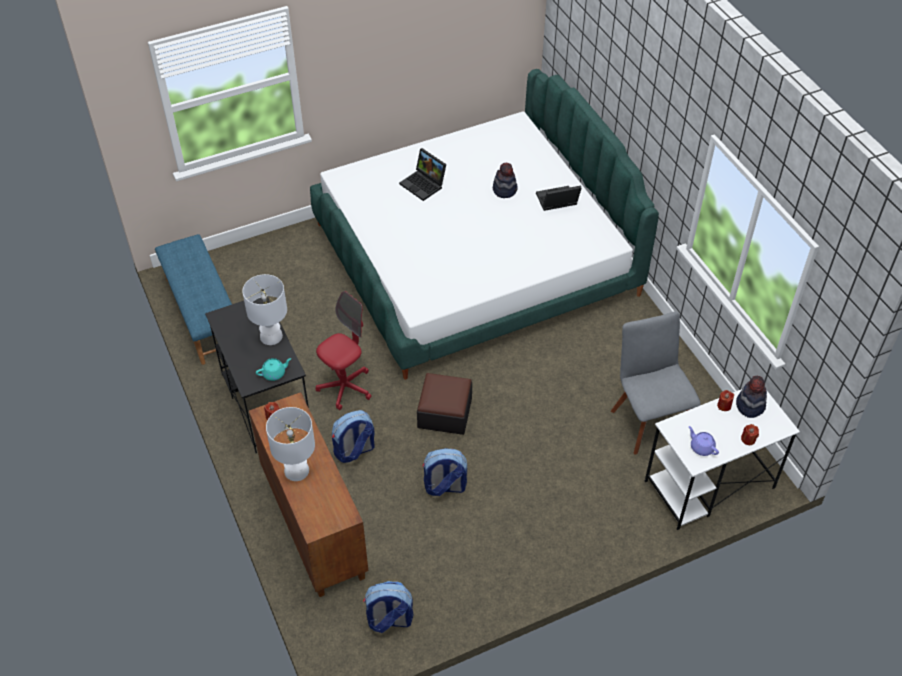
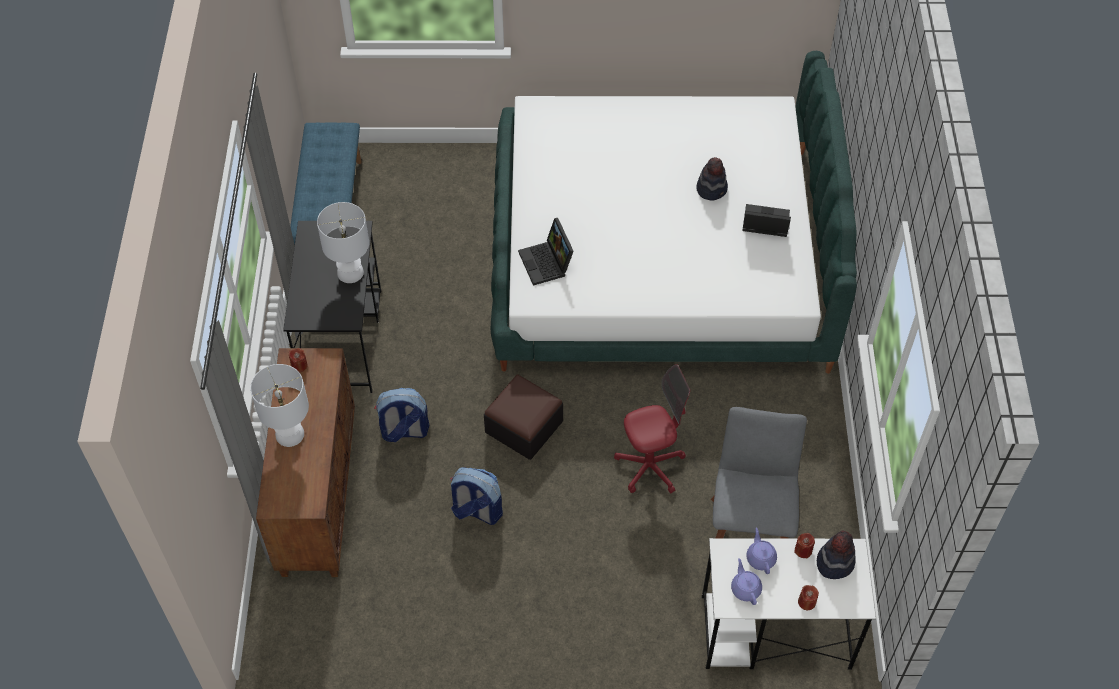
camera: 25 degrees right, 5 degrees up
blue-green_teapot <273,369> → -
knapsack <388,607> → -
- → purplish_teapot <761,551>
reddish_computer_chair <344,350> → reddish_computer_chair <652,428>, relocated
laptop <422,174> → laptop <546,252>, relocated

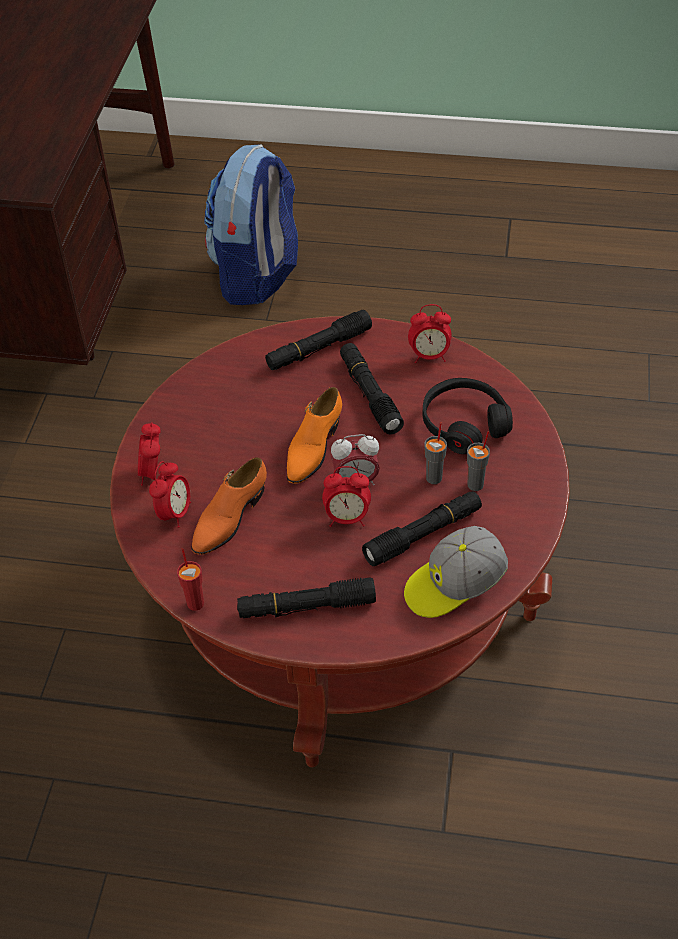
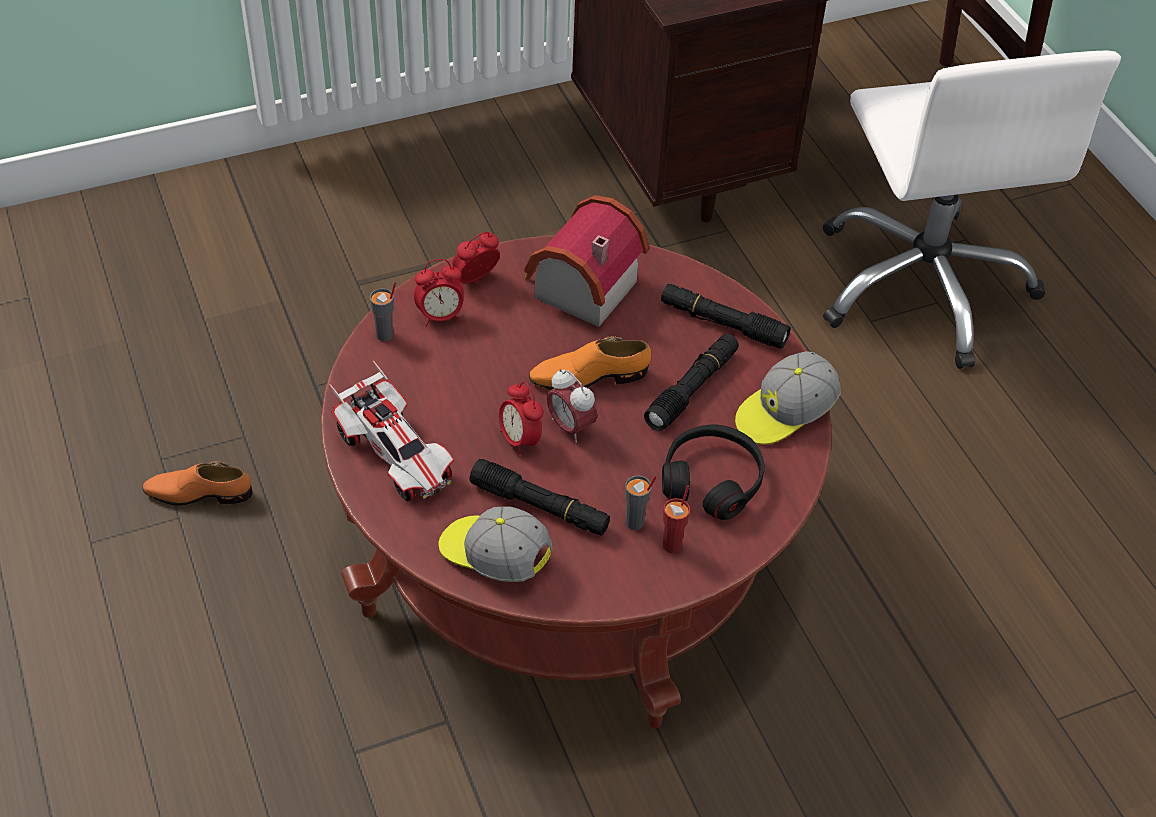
camera: 55 degrees right, 0 degrees up
- → miniature_house <587,261>
reddish_cup <190,579> → reddish_cup <676,519>, relocated
orange-coloured_item_of_footwear <229,506> → orange-coloured_item_of_footwear <198,483>, relocated
grey_cup <435,453> → grey_cup <383,311>, relocated
knapsack <251,224> → whitish_computer_chair <972,209>
black-coloured_flashlight <306,598> → toy_car <391,431>
alarm_clock <430,333> → baseball_cap <788,398>

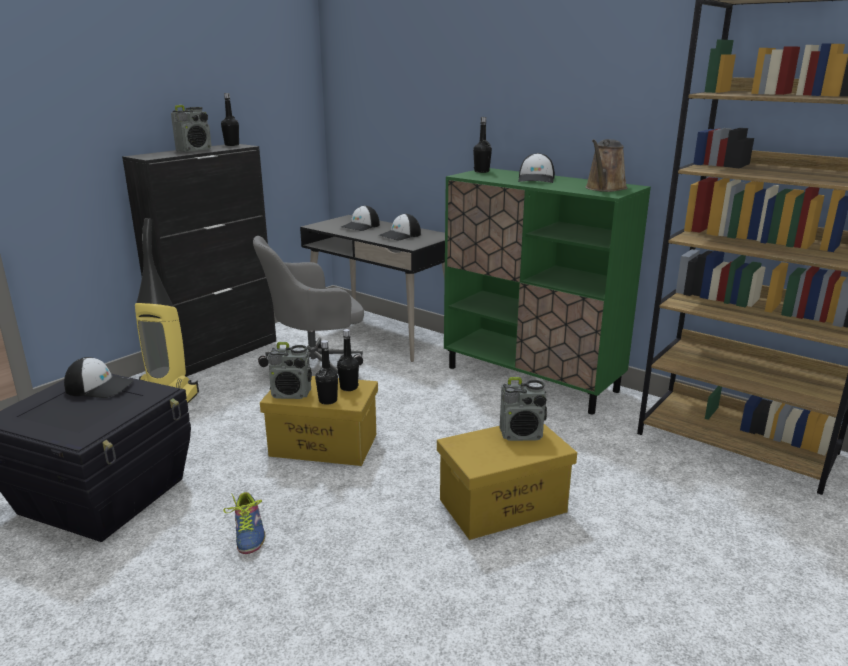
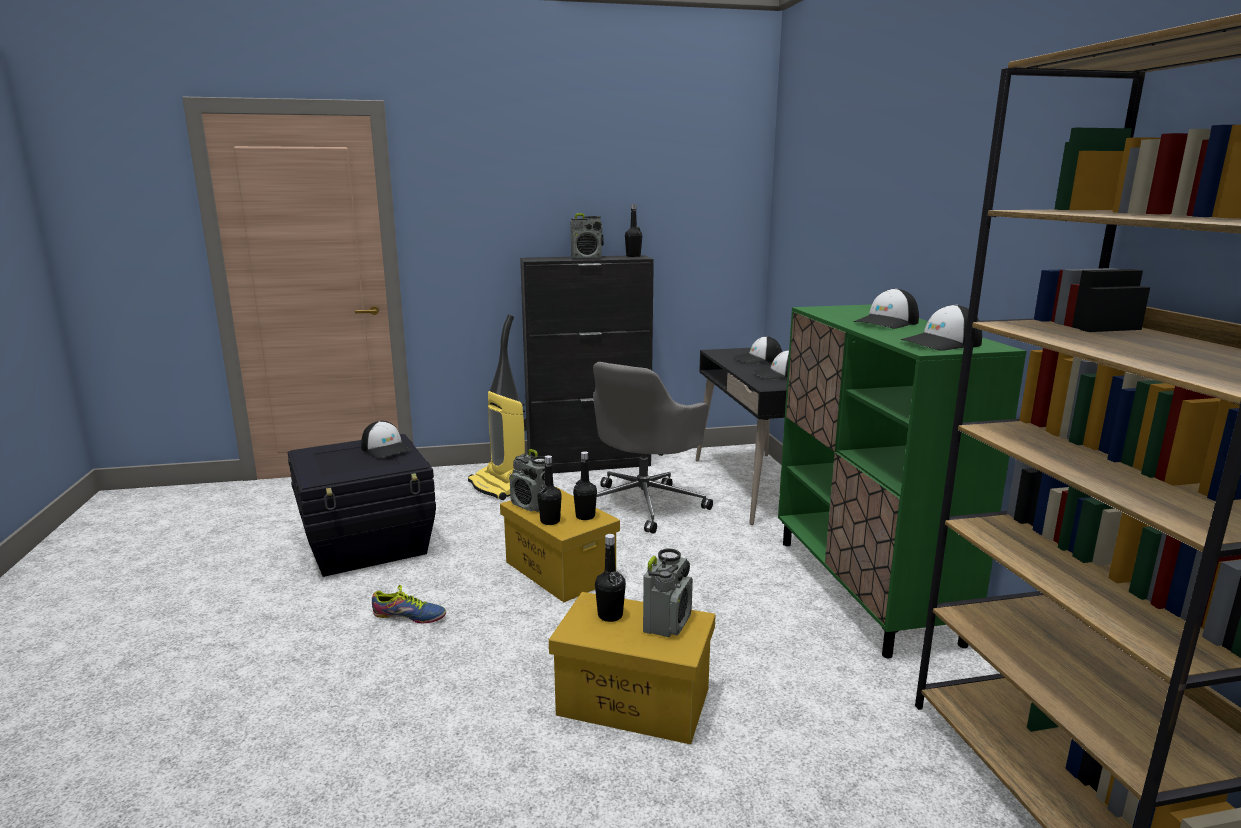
camera: 40 degrees right, 5 degrees down
black-coloured_bottle <482,145> → black-coloured_bottle <610,578>, relocated
brownish_watering_pot <606,165> → baseball_cap <941,327>
item_of_footwear <244,523> → item_of_footwear <409,604>, 105 degrees counterclockwise
grey_computer_chair <308,313> → grey_computer_chair <653,448>, 75 degrees counterclockwise
radio <523,409> → radio <668,593>, 105 degrees counterclockwise

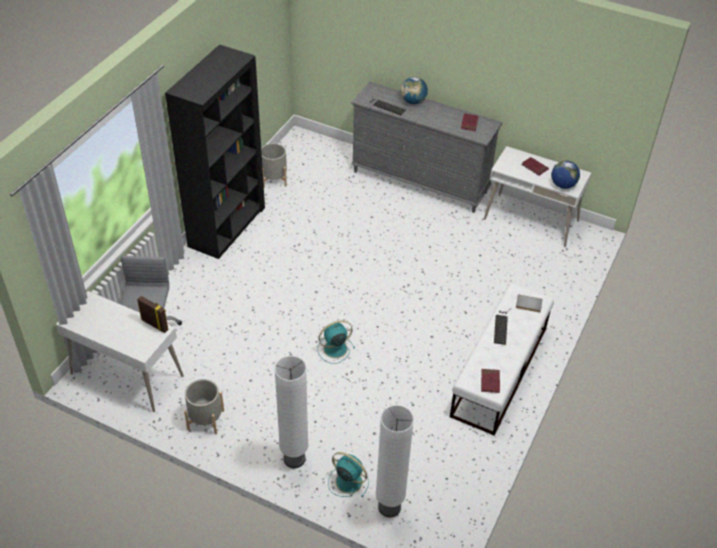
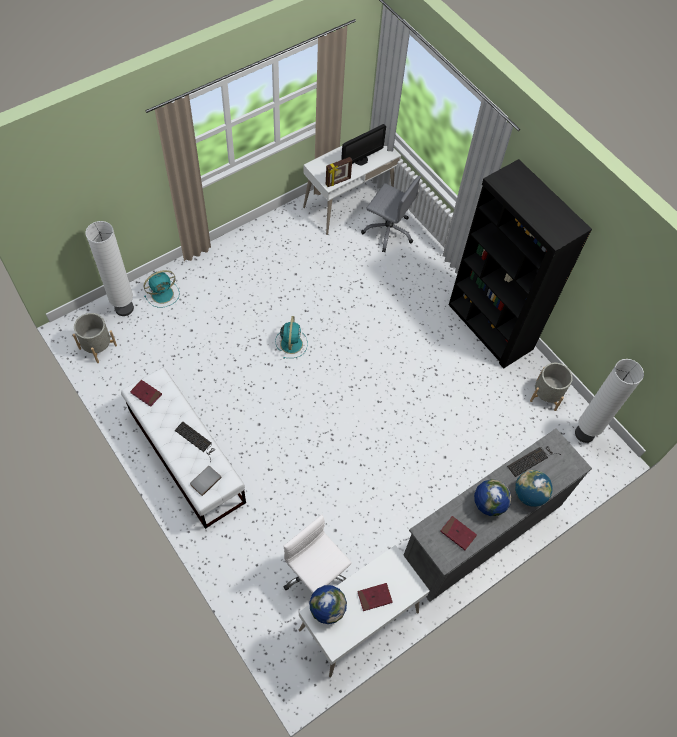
camera: 115 degrees right, 15 degrees up
- → whitish_computer_chair <317,554>
- → computer_screen <363,145>
- → desk_globe <492,497>
grey_flower_pot <204,406> → grey_flower_pot <95,338>, relocated
whitish_standing_lamp <291,412> → whitish_standing_lamp <609,401>, relocated

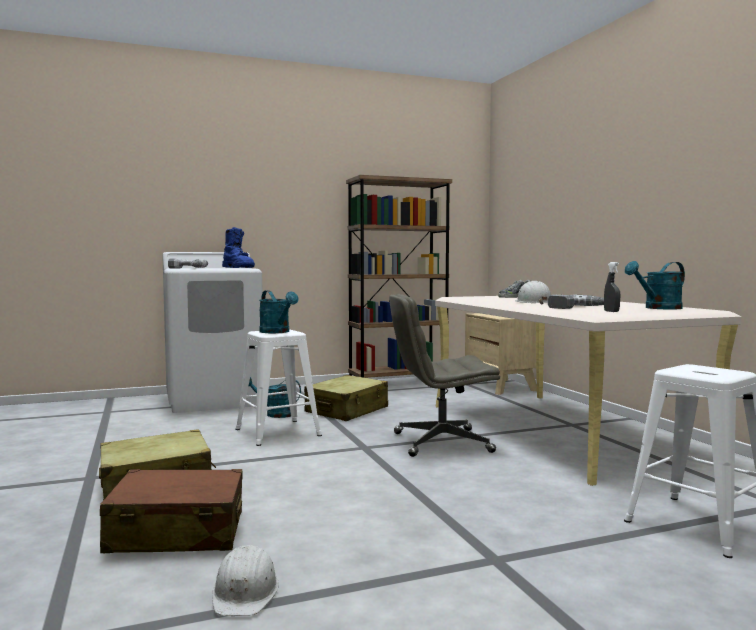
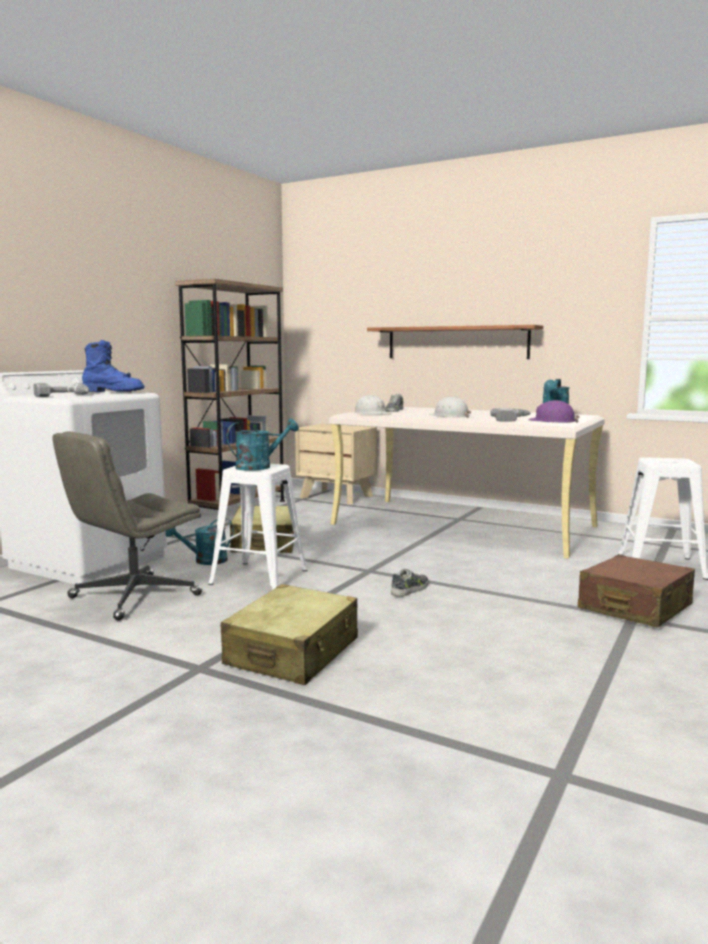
camera: 40 degrees left, 5 degrees up
- → bracket_shelf <455,342>
- → item_of_footwear <410,583>
brownish_suitcase <171,511> → brownish_suitcase <636,591>, relocated
whitish_work_helmet <245,580> → whitish_work_helmet <372,405>, relocated
grey_computer_chair <444,375> → grey_computer_chair <127,526>, relocated
grey_sprayer <612,287> → purplish_work_helmet <554,411>
blue-green_watering_pot <279,311> → blue-green_watering_pot <262,444>, 45 degrees counterclockwise

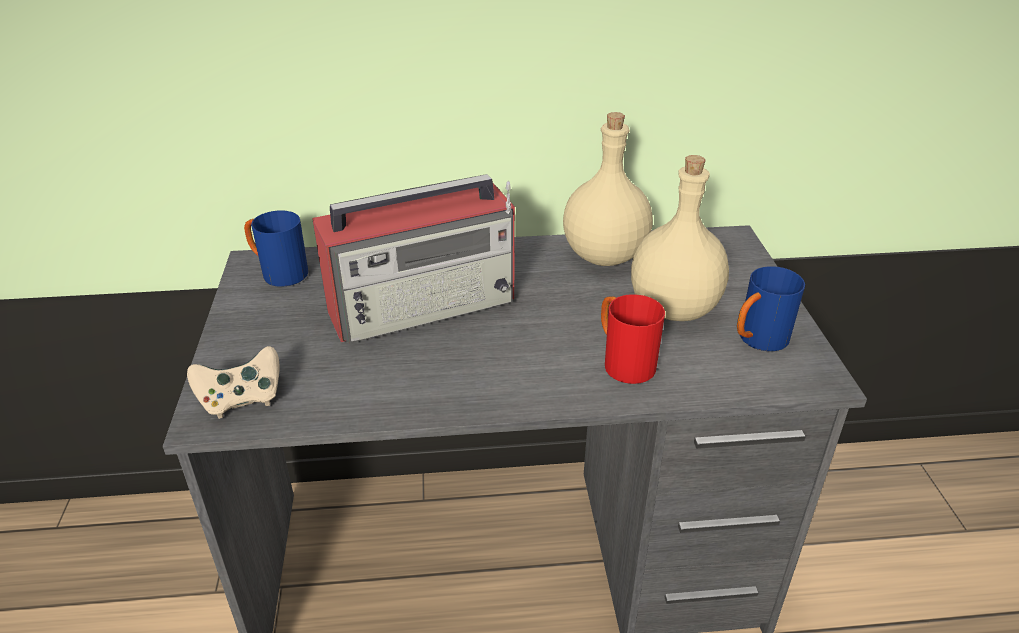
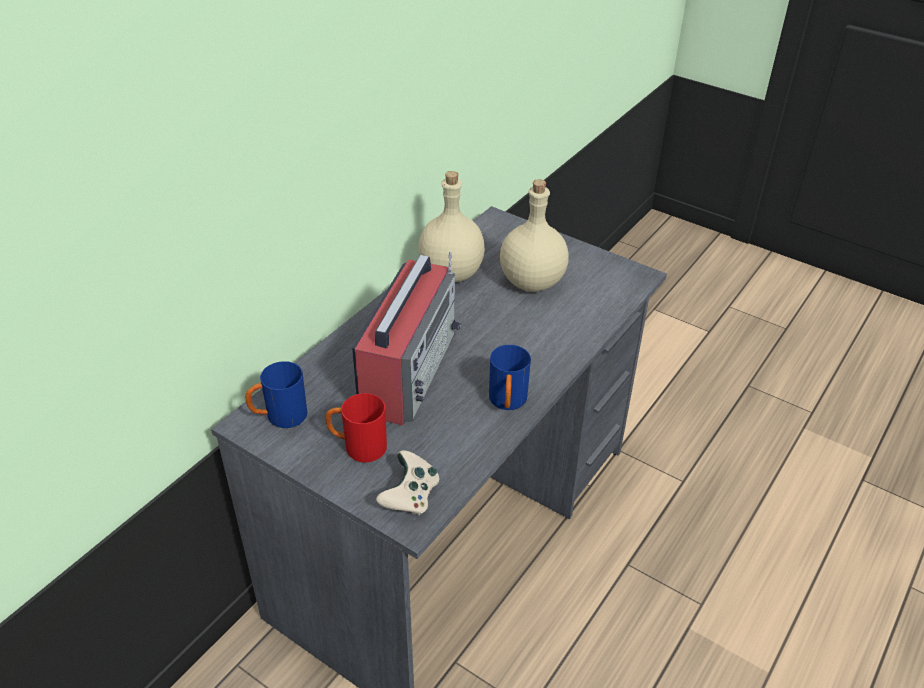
camera: 50 degrees left, 5 degrees up
reddish_mug <633,339> → reddish_mug <356,427>, relocated
blue-coloured_mug <771,308> → blue-coloured_mug <510,377>, relocated

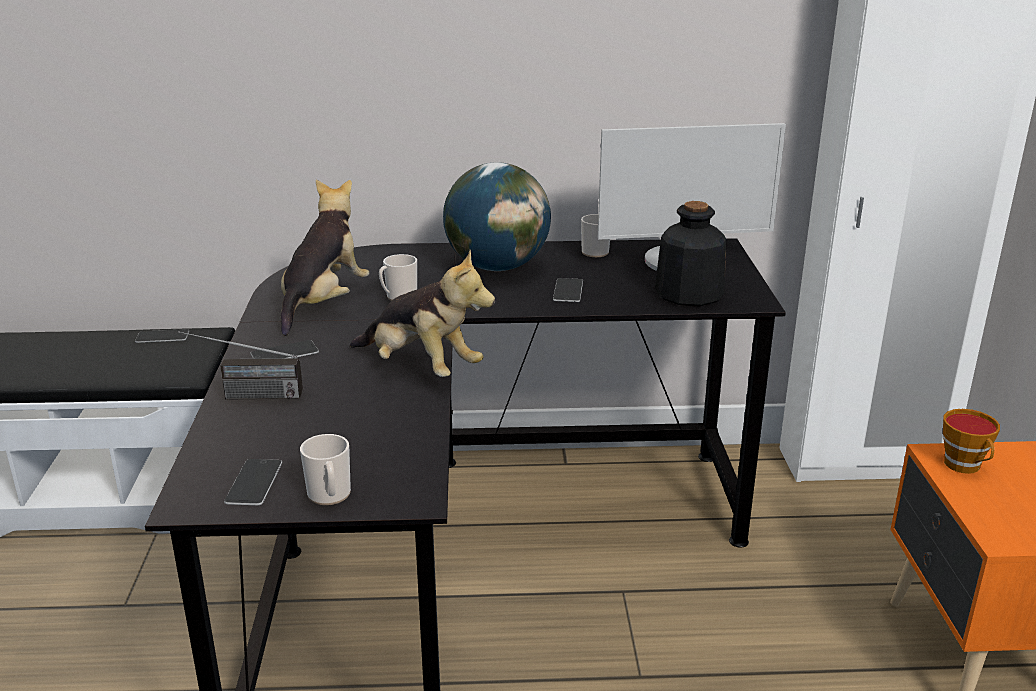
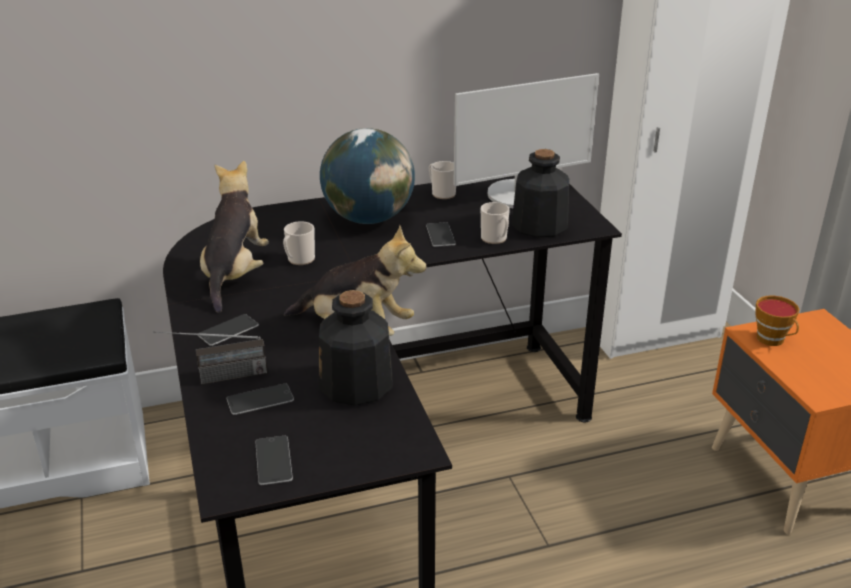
camera: 15 degrees left, 5 degrees up
- → bottle <356,348>
telephone <162,336> → telephone <260,399>, relocated
mug <325,469> → mug <495,223>, relocated

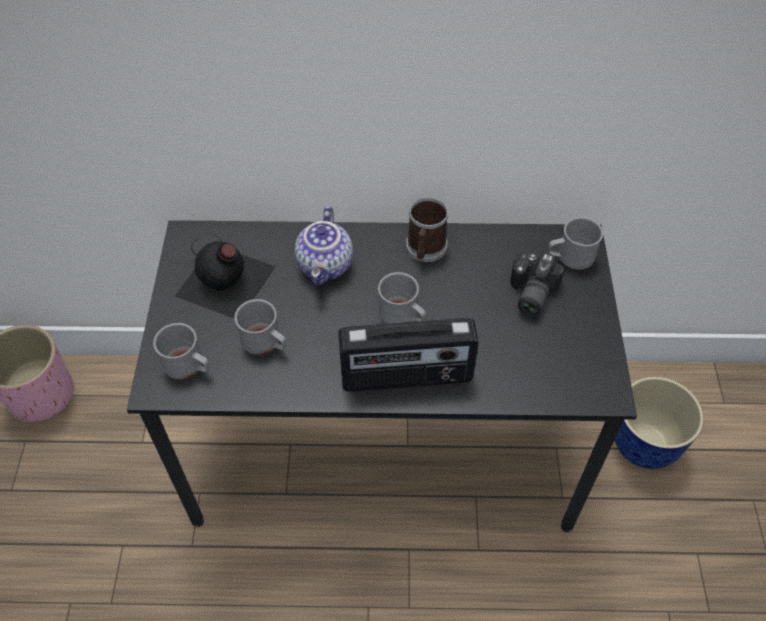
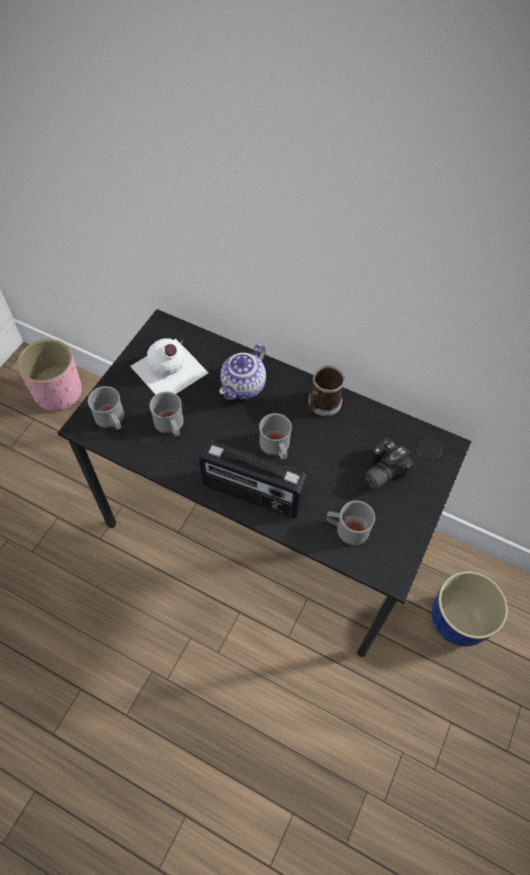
camera: 25 degrees right, 5 degrees up
grey_mug <575,243> → grey_mug <350,523>, relocated
black-coloured_bottle <225,279> → whitish_bottle <169,366>

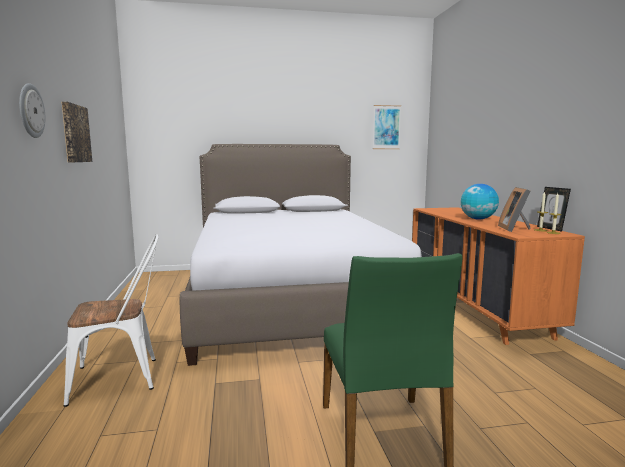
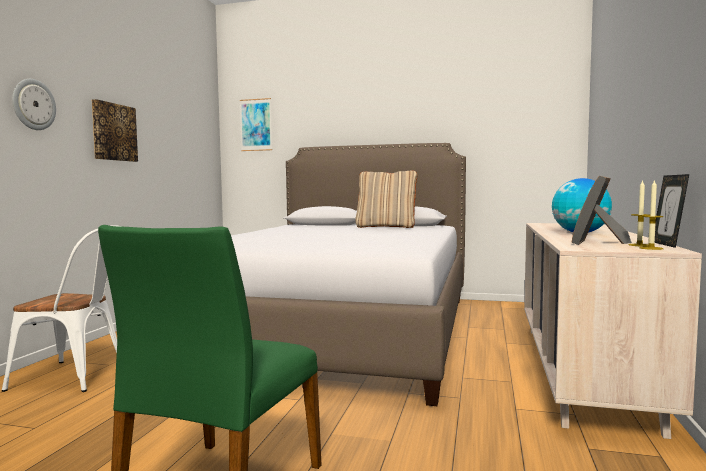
camera: 25 degrees right, 5 degrees down
- → beige_cushion <386,199>
wall_art <387,127> → wall_art <256,124>, relocated
orange-coloured_chest_of_drawers <498,276> → beige_chest_of_drawers <613,331>

